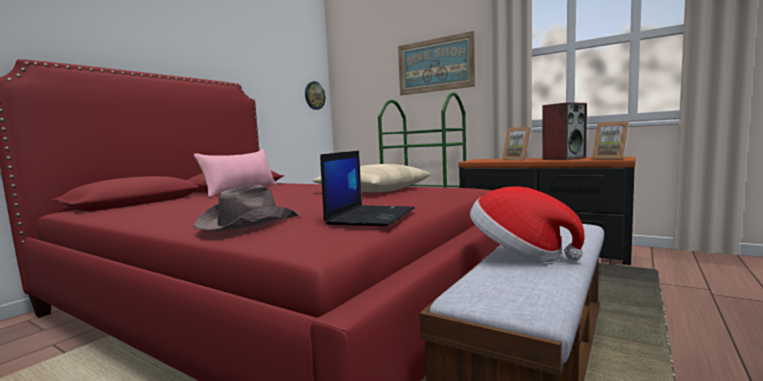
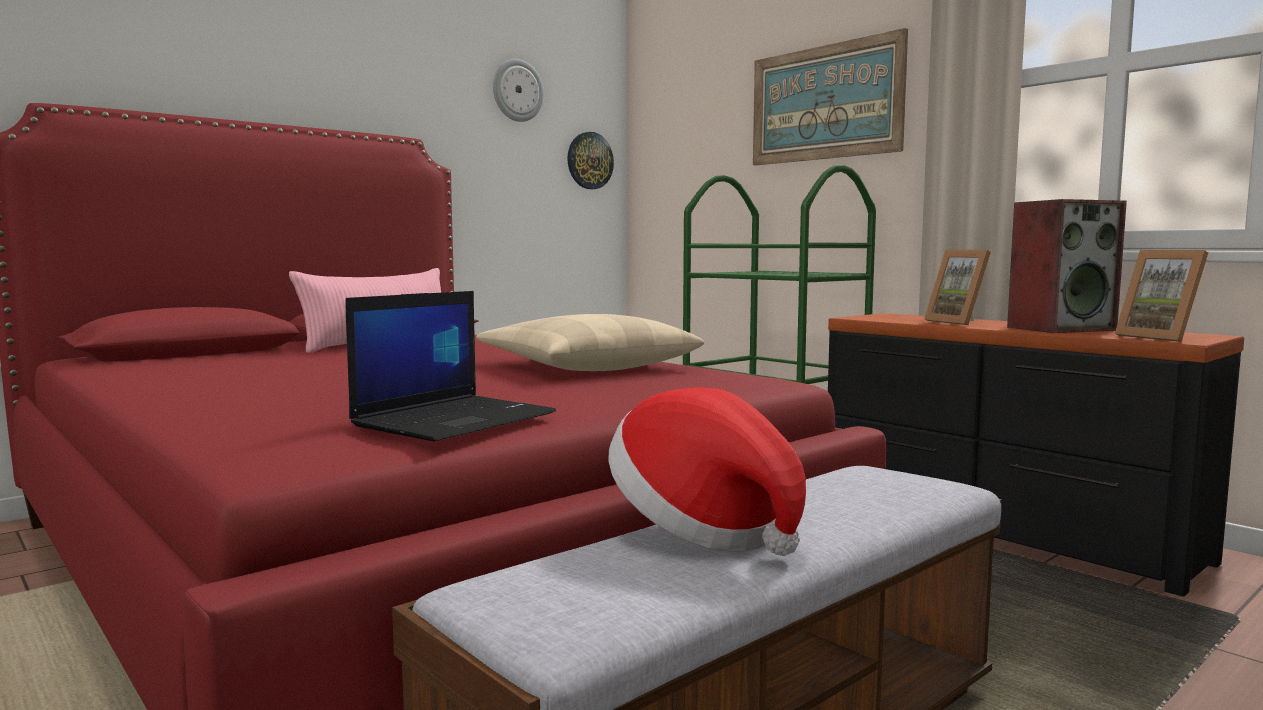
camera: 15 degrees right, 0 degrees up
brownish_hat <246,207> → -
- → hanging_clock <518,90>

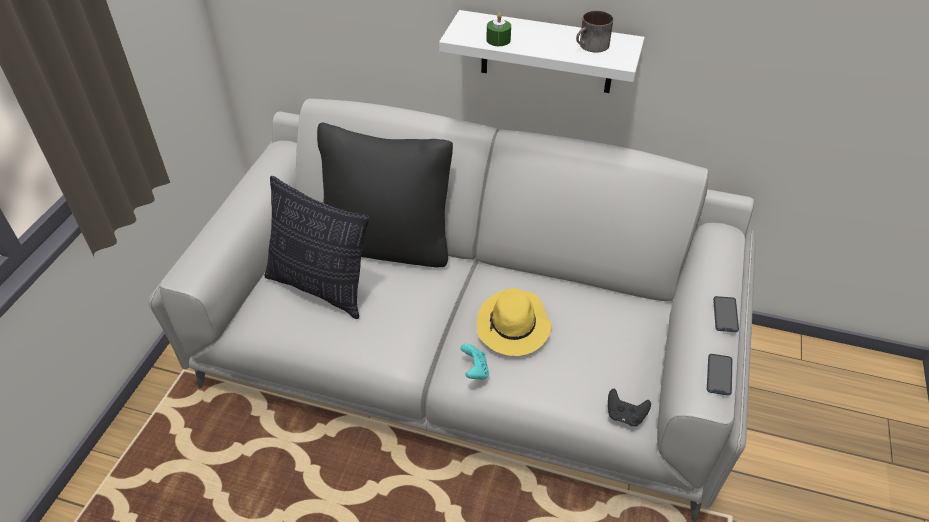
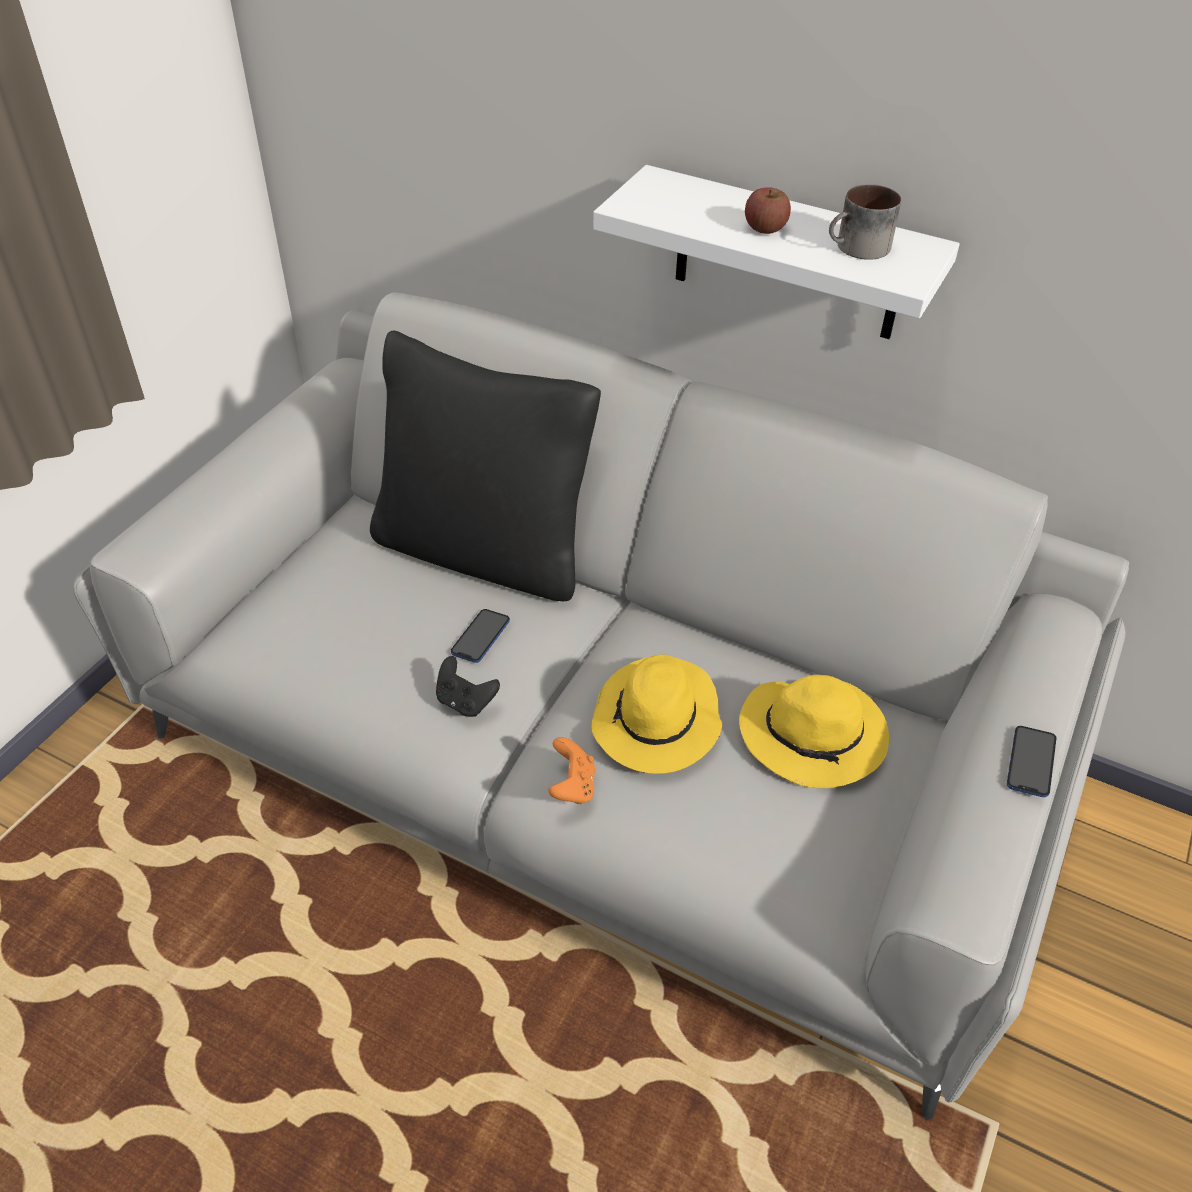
camera: 10 degrees right, 0 degrees up
cushion <317,247> → -
green_wax_candle <498,29> → -
- → yellowish_hat <814,731>
- → whole_apple <768,210>
black-coloured_joypad <629,407> → black-coloured_joypad <468,686>, relocated
telephone <719,375> → telephone <480,636>, relocated
blue-green_joypad <475,362> → orange-coloured_joypad <571,771>

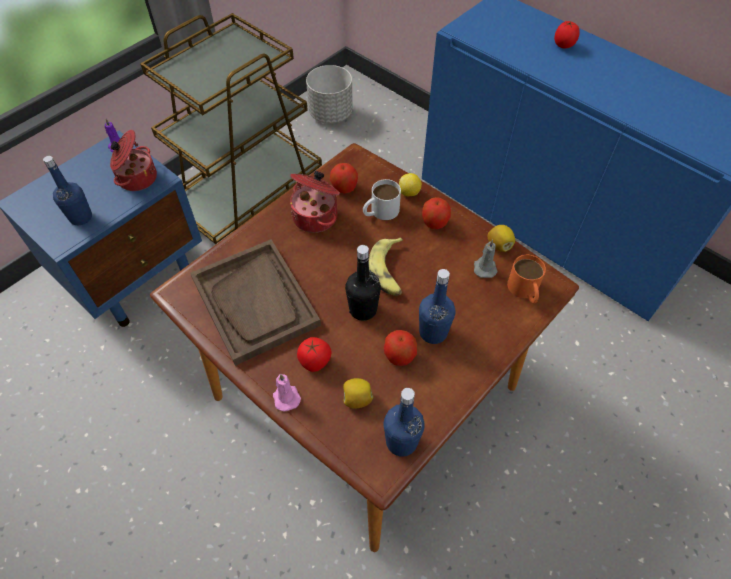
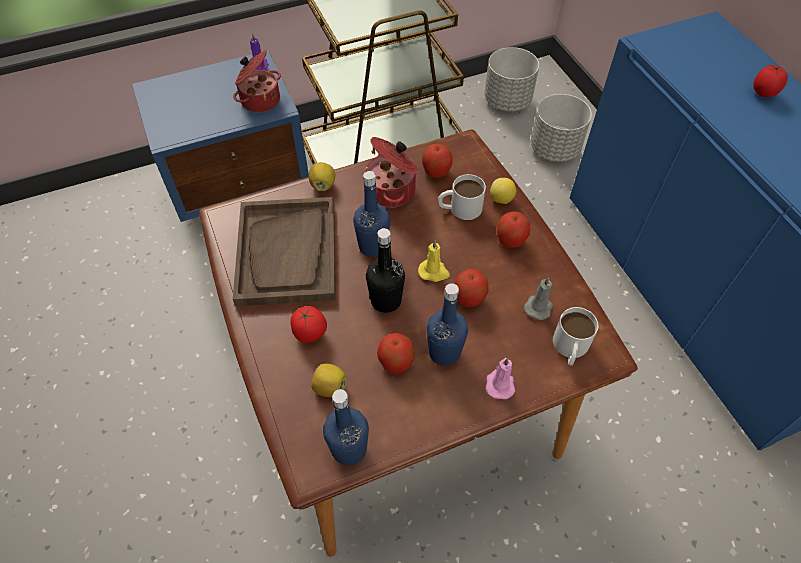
camera: 25 degrees right, 0 degrees up
- → whole_apple <471,288>
- → grey_flower_pot <561,128>
blue-coloured_bottle <67,190> → blue-coloured_bottle <371,214>, relocated
pink_wax_candle <287,393> → pink_wax_candle <500,378>, relocated
whole_lemon <501,238> → whole_lemon <322,176>, relocated
whole_banana <386,267> → yellowish_wax_candle <434,261>
orange-coloured_mug <526,279> → whitish_mug <575,336>

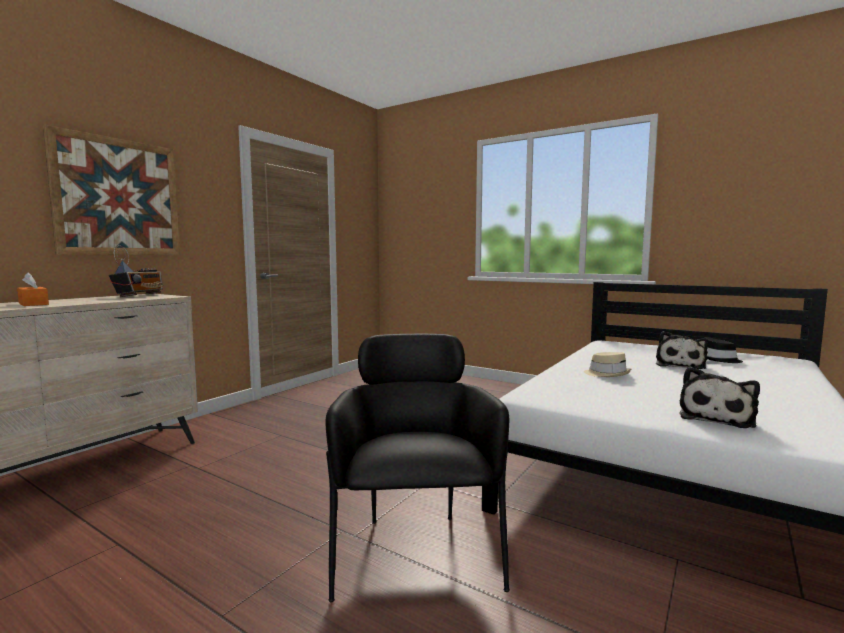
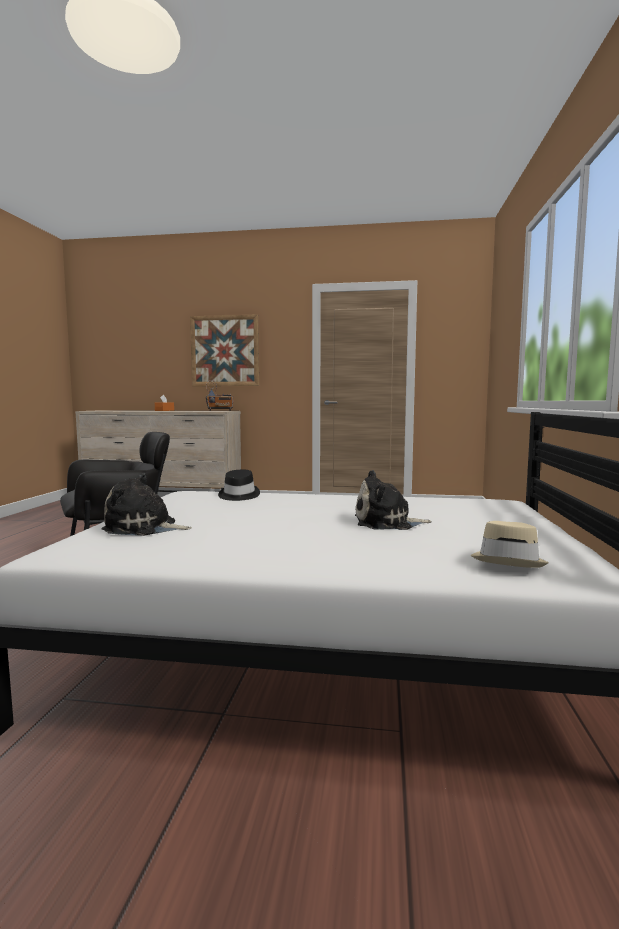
camera: 65 degrees right, 0 degrees up
beige_hat <607,364> → beige_hat <509,544>, relocated
black-coloured_hat <724,350> → black-coloured_hat <239,485>, relocated

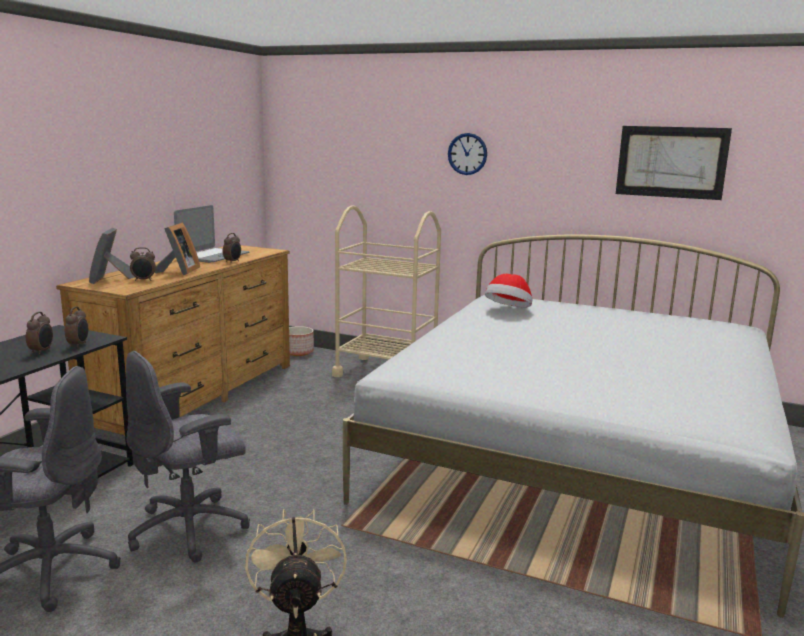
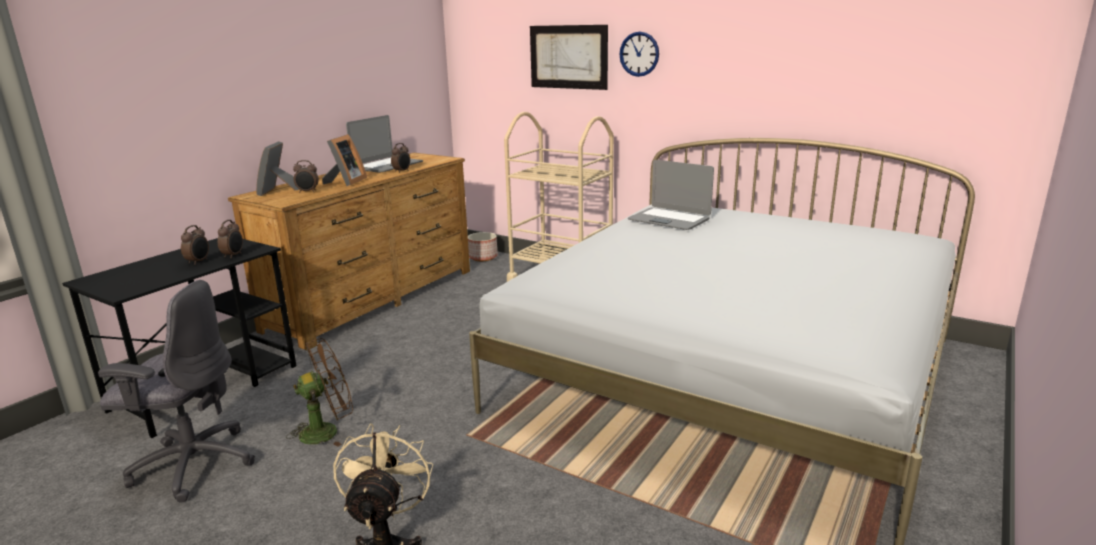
camera: 10 degrees right, 5 degrees up
wall_art <674,163> → wall_art <569,57>, relocated
grey_computer_chair <188,456> → brownish_electric_fan <319,392>
hat <508,290> → laptop <671,195>

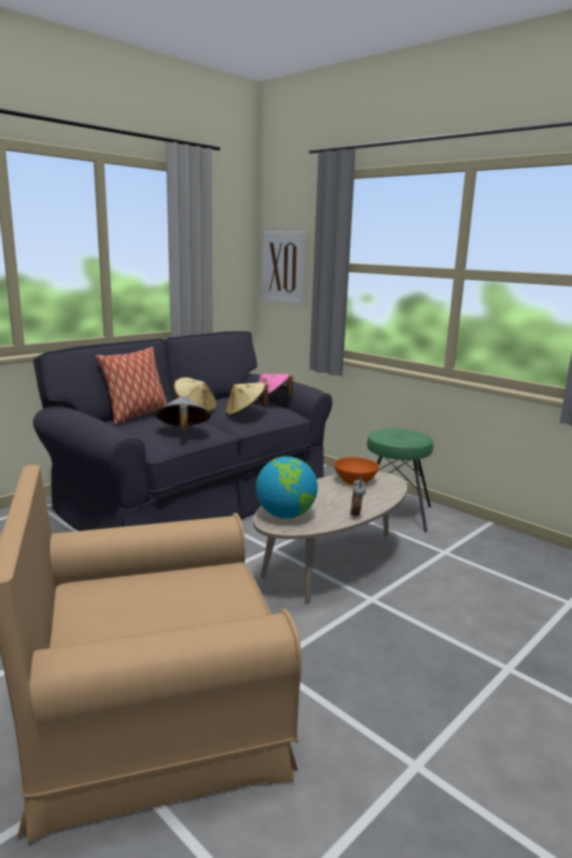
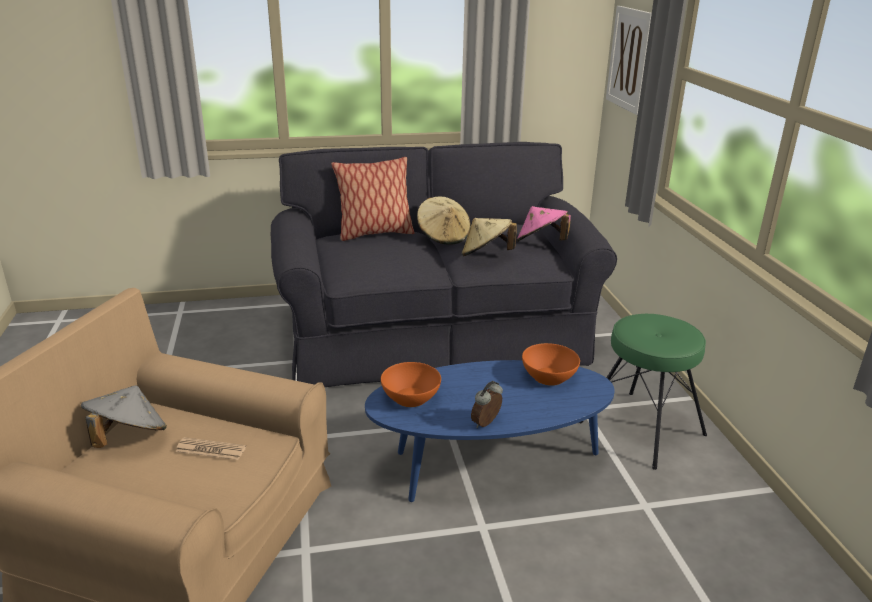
camera: 35 degrees right, 10 degrees up
- → daily_paper <210,448>
grey_hat <183,413> → grey_hat <124,416>, relocated
desk_globe <287,487> → orange-coloured_serving_bowl <411,384>
beige_lounge_table <330,538> → blue-coloured_lounge_table <490,431>

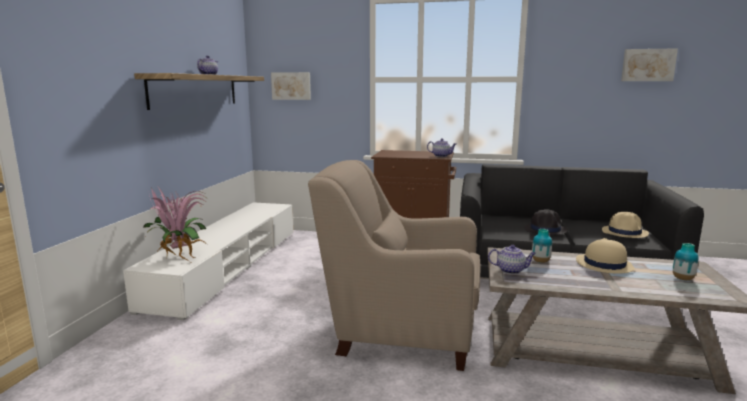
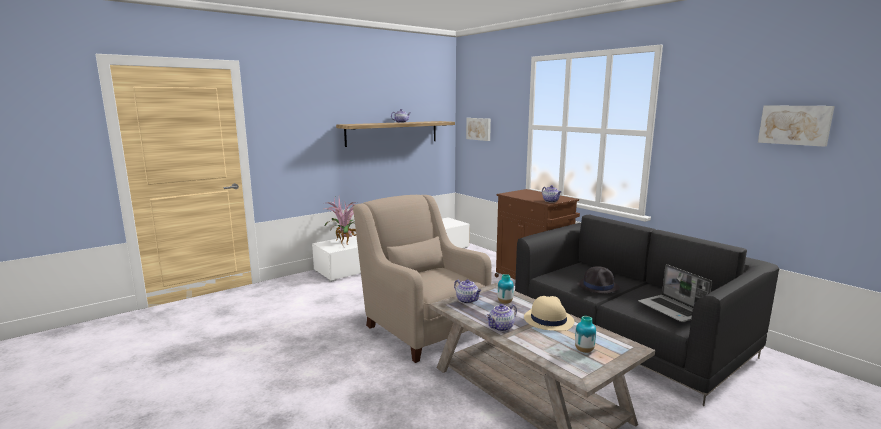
camera: 40 degrees right, 0 degrees up
- → teapot <501,318>
beige_hat <625,225> → laptop <675,293>

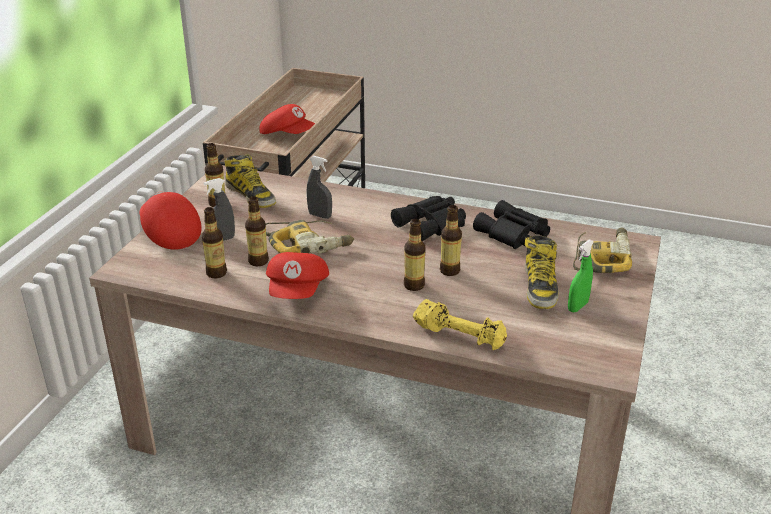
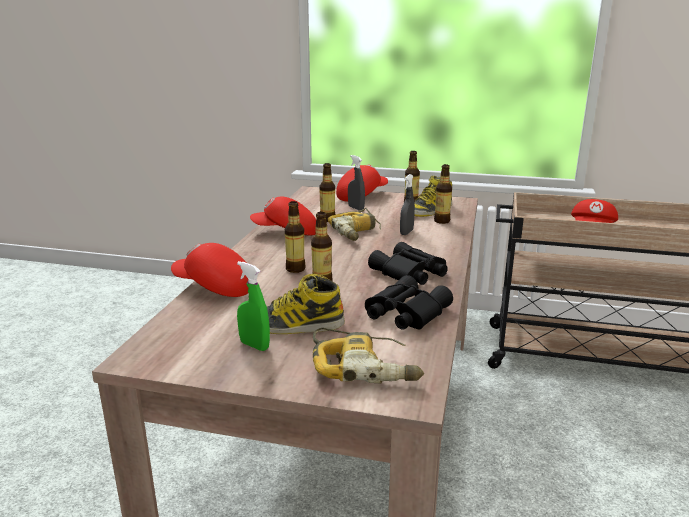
camera: 85 degrees right, 10 degrees down
bottle <214,242> → bottle <443,194>, relocated
yellowish_dumbbell <460,324> → reddish_baseball_cap <209,270>

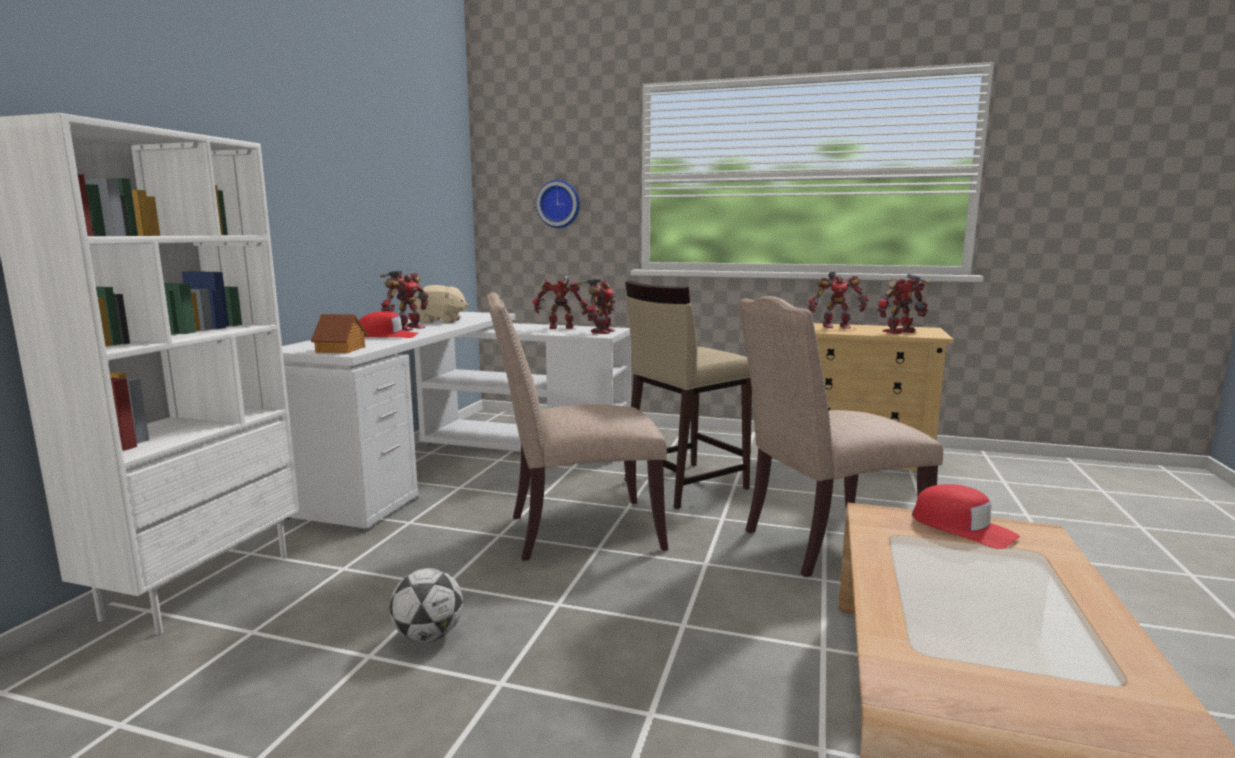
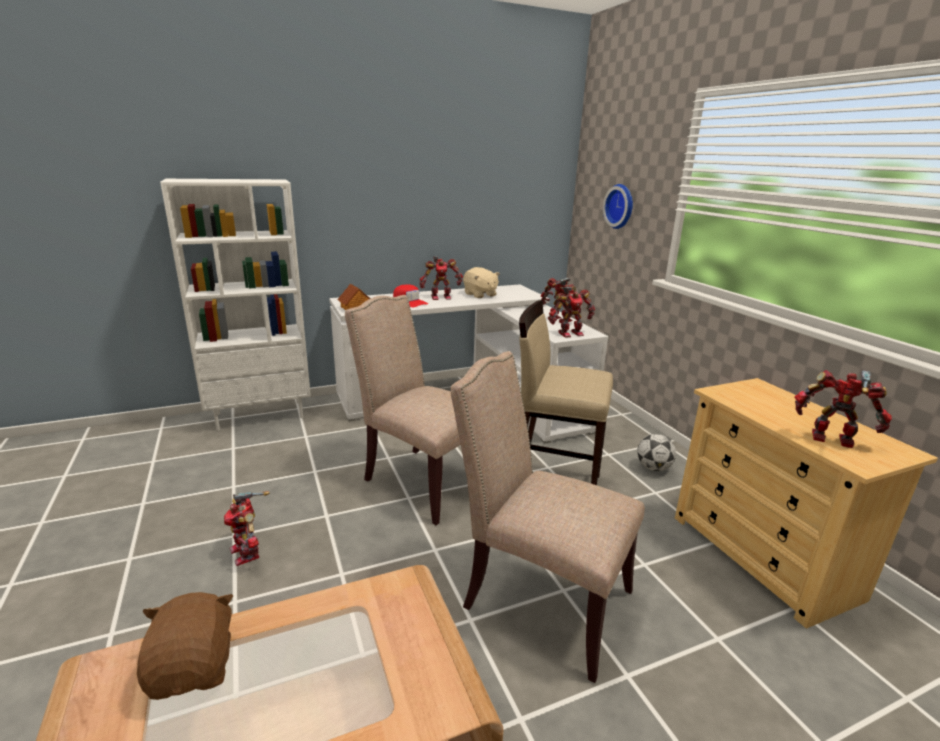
camera: 50 degrees right, 10 degrees up
reddish_baseball_cap <966,516> → -
- → brownish_soft_toy <185,646>
football <426,605> → football <656,452>, relocated
robot_figure <838,299> → robot_figure <246,529>, relocated

